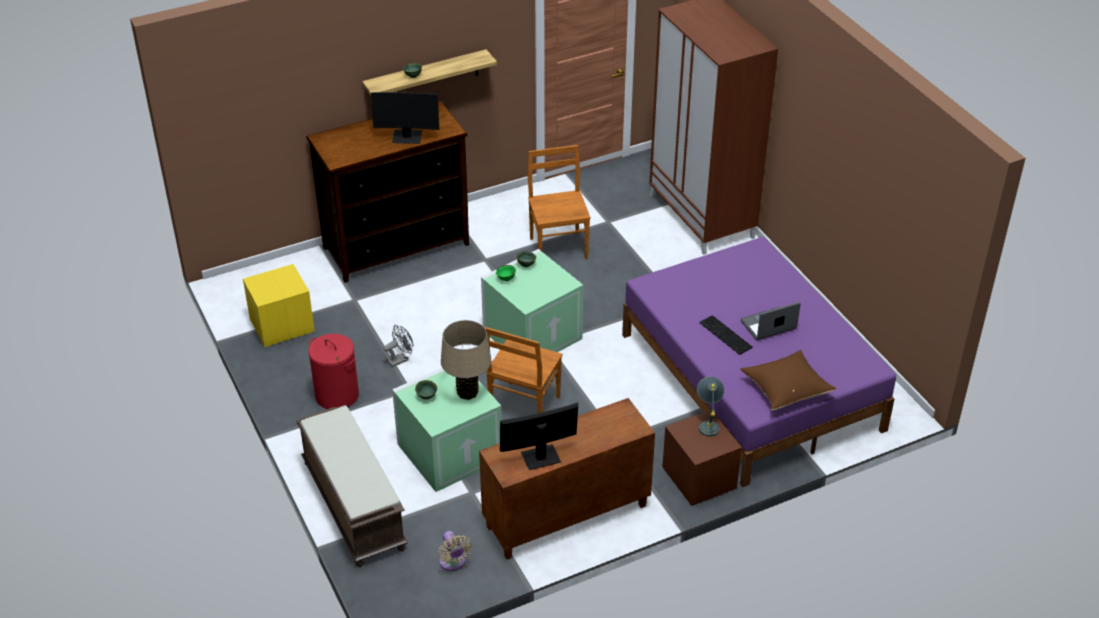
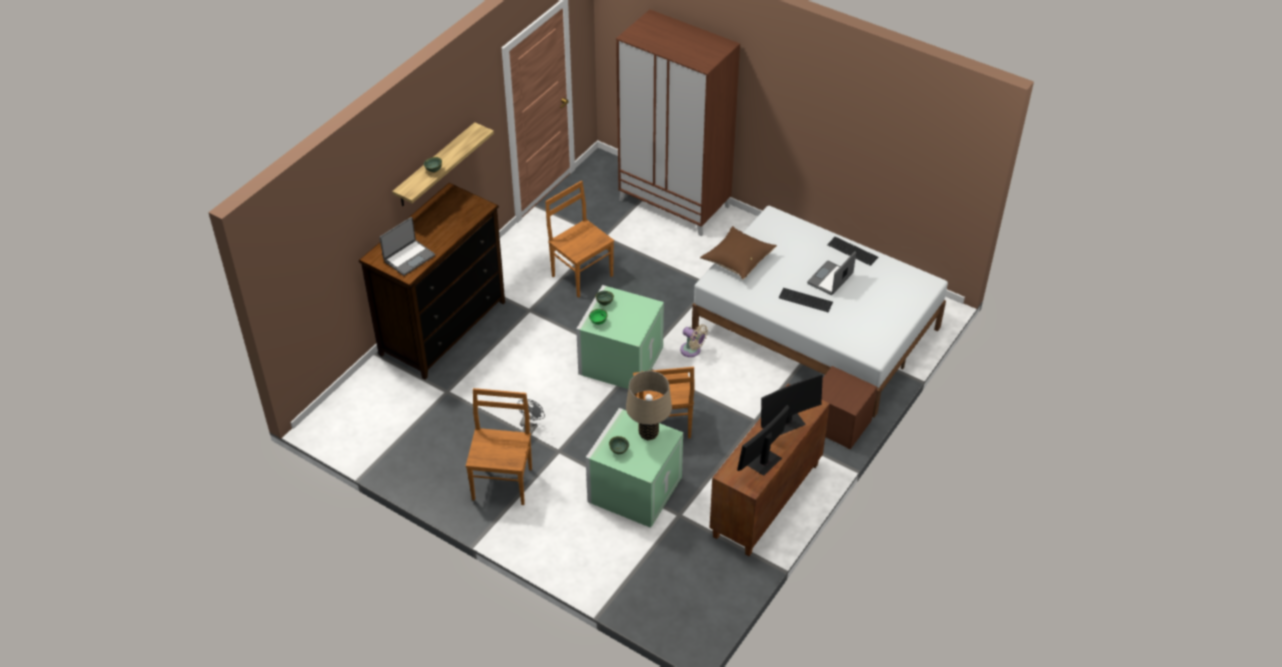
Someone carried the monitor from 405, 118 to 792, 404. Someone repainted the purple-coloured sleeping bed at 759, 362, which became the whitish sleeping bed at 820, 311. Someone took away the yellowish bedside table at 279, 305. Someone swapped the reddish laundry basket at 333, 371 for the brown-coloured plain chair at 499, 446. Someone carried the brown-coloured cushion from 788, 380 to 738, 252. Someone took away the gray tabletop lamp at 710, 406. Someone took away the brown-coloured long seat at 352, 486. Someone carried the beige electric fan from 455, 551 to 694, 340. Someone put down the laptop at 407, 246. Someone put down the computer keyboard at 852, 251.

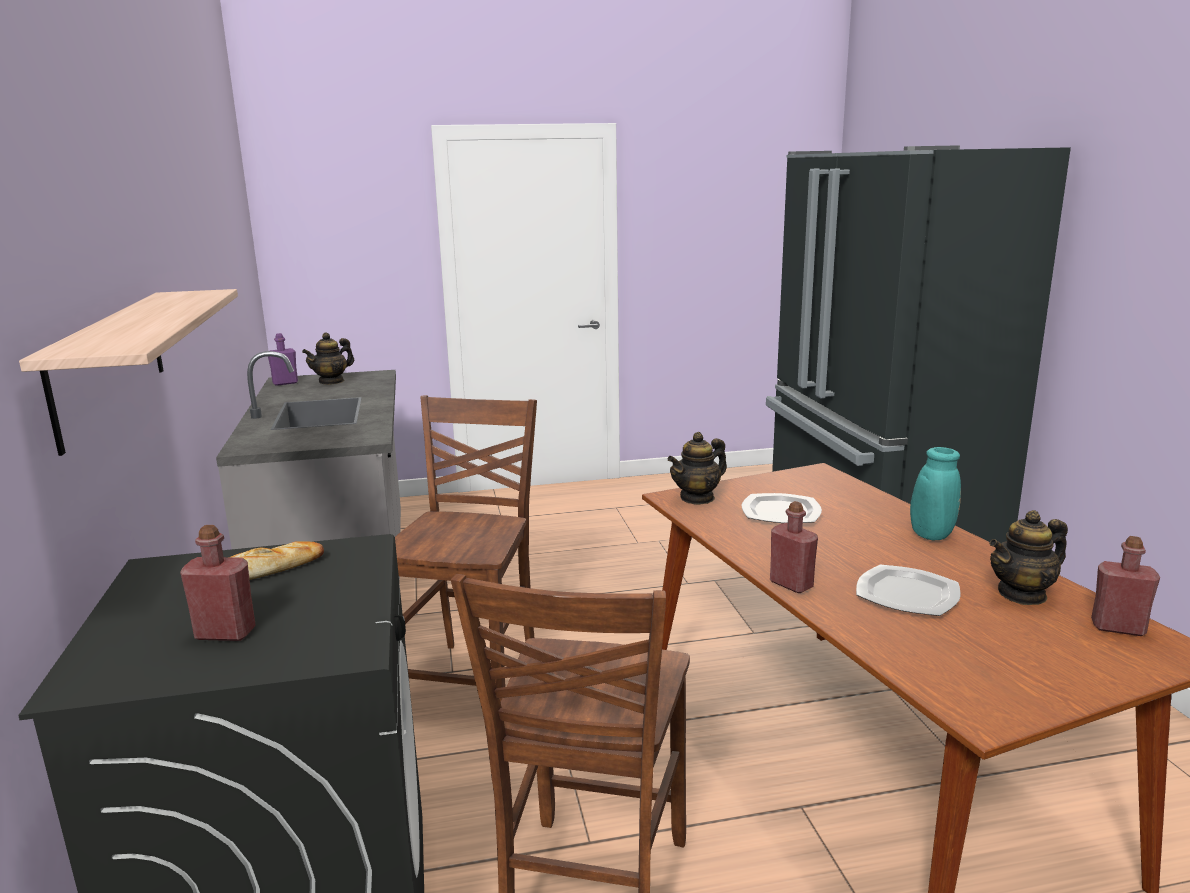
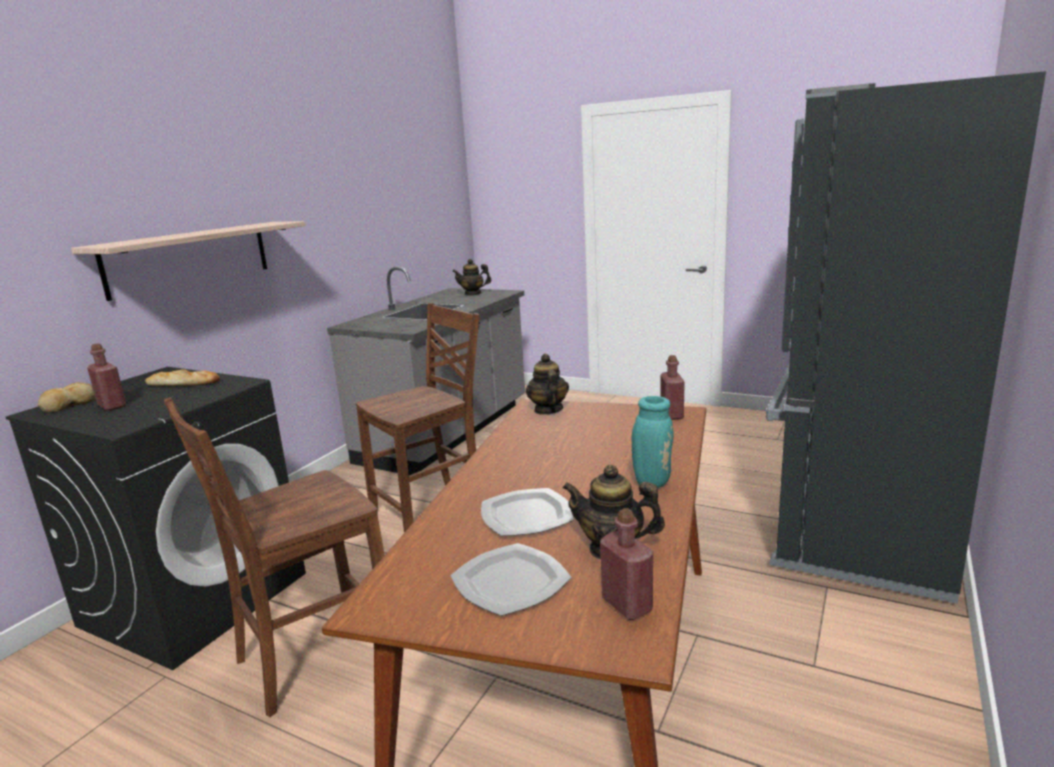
Someone took away the purple-coloured beverage bottle at 283, 359. Someone rotated the teapot at 697, 468 by 75 degrees clockwise. Someone carried the dinner plate from 782, 508 to 511, 579. Someone carried the reddish beverage bottle from 794, 547 to 672, 387. Someone put down the baked bread at 67, 397.

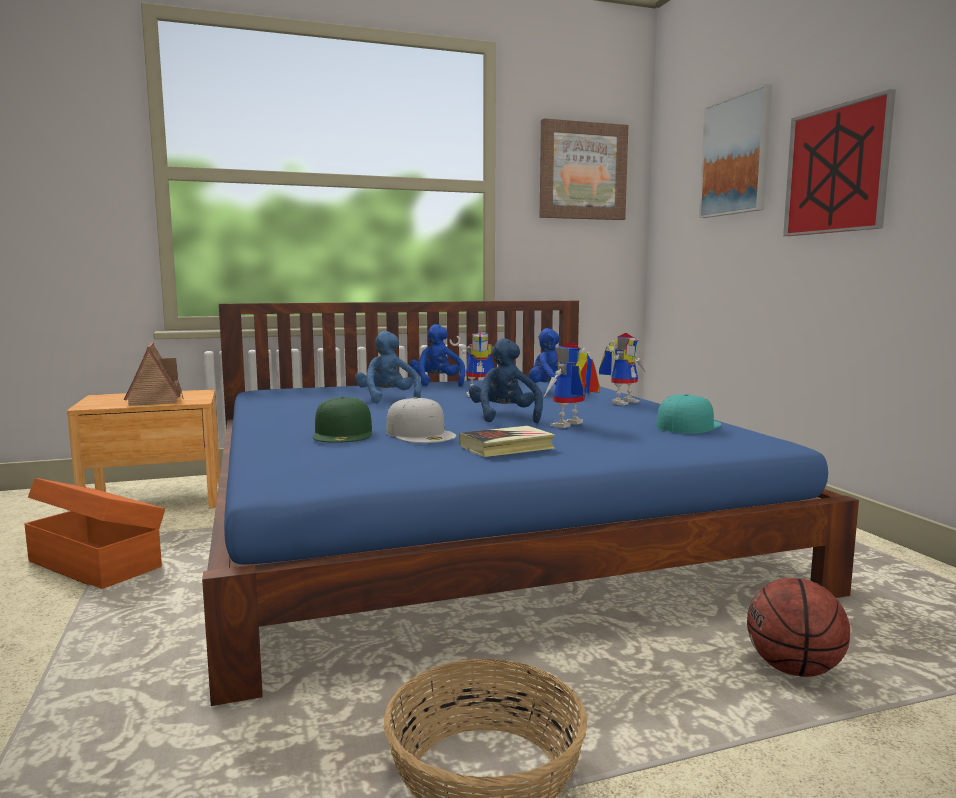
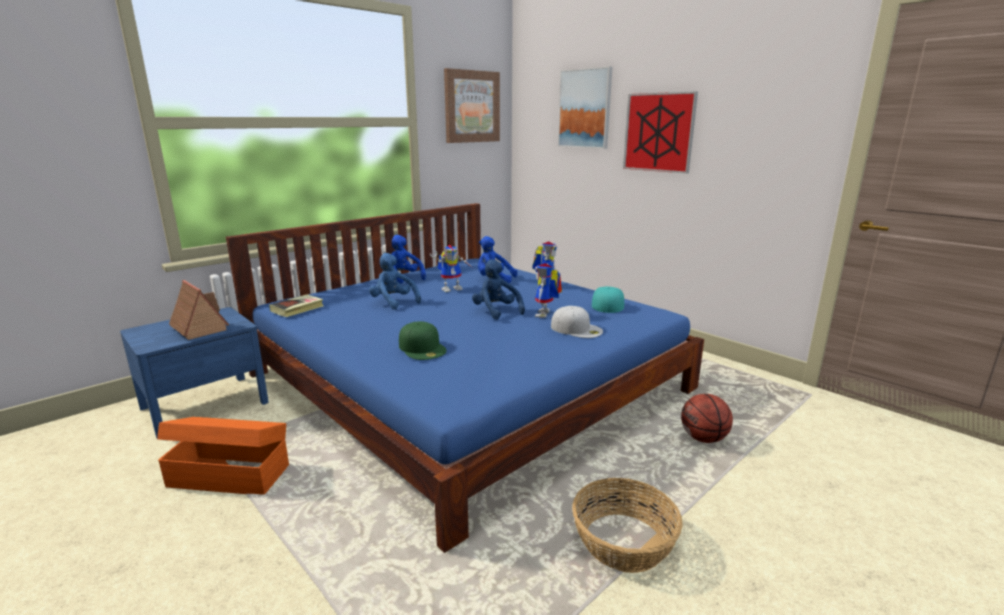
Someone repainted the brown-coloured bedside table at 143, 449, which became the blue bedside table at 194, 372. Someone carried the whitish peaked cap from 421, 420 to 577, 322. Someone carried the volume from 507, 441 to 296, 305.

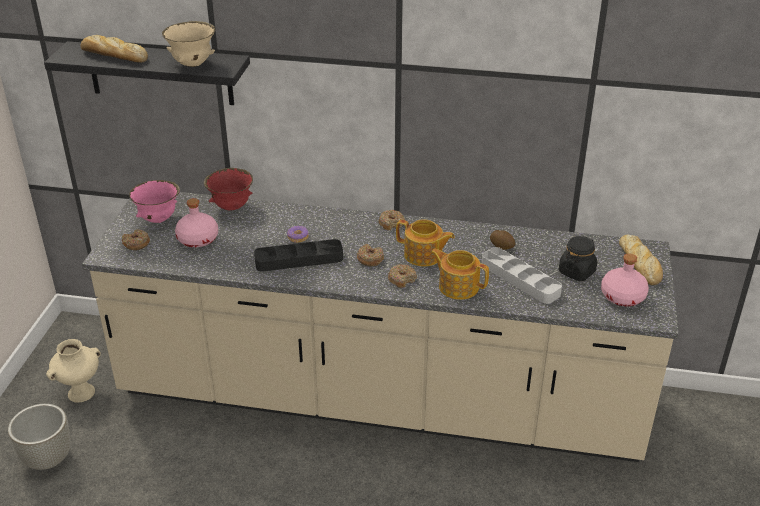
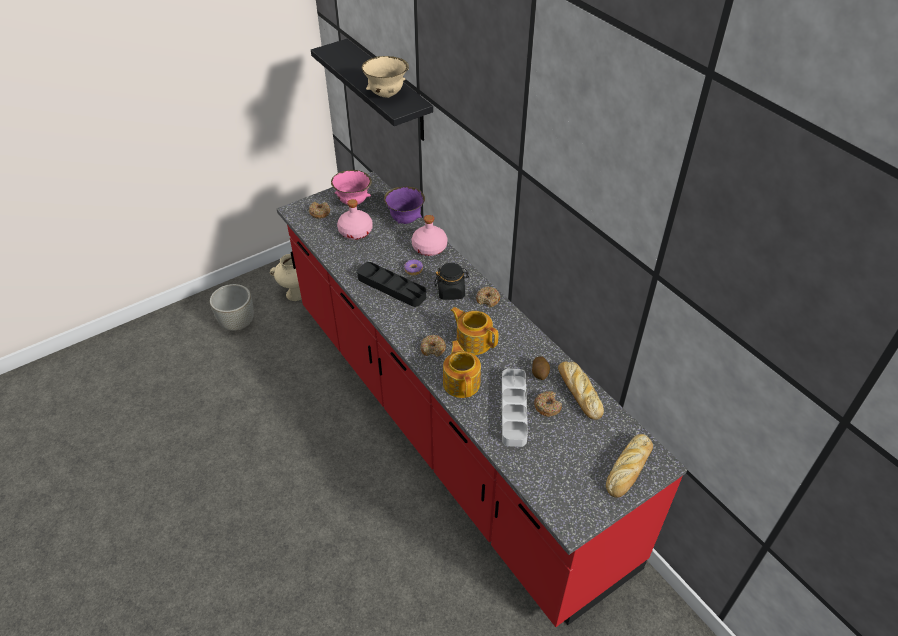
Someone carried the baked bread from 114, 49 to 581, 391. Someone repainted the reddish bowl at 228, 189, which became the purple-coloured bowl at 404, 205. Someone repainted the beige counter at 380, 327, which became the reddish counter at 482, 399. Someone rotated the teapot at 425, 243 by 150 degrees clockwise. Someone carried the black-coloured storage jar from 578, 258 to 451, 281. Someone carried the ring doughnut from 370, 255 to 548, 404. Someone carried the pinkish beverage bottle from 625, 280 to 429, 235.

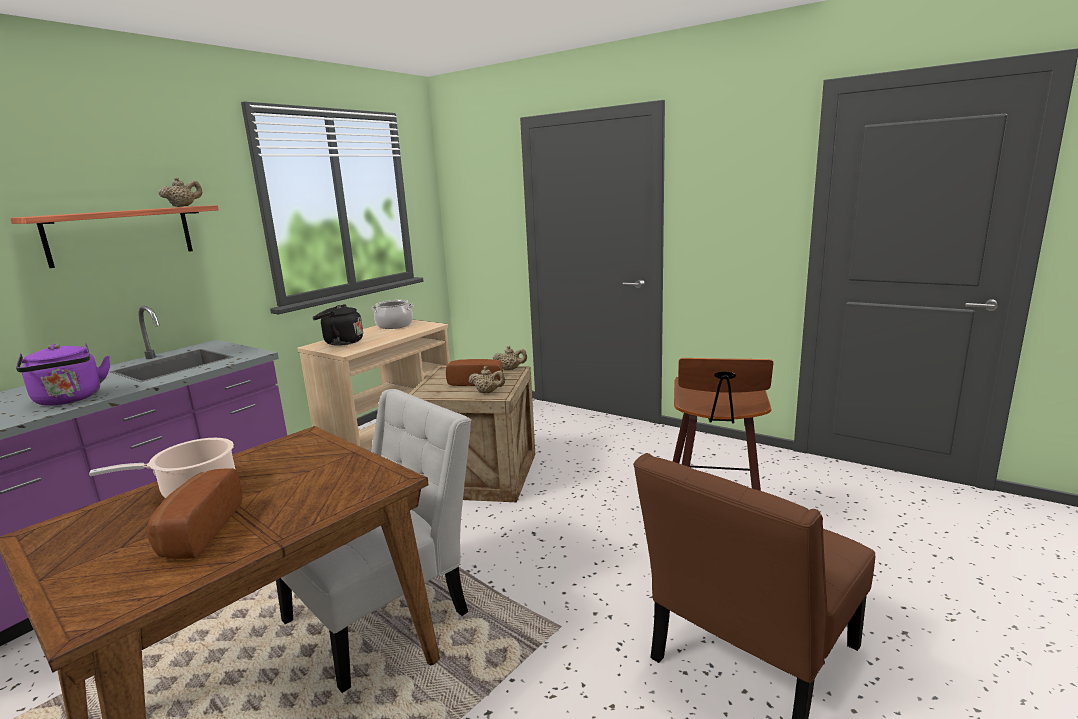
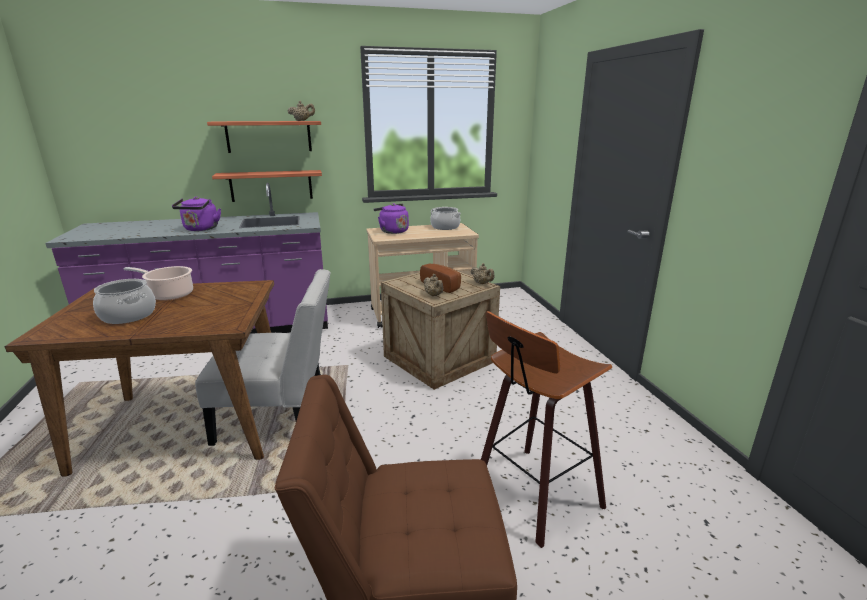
Someone repainted the black-coloured water kettle at 337, 325, which became the purple-coloured water kettle at 391, 218. Someone swapped the baked bread at 195, 513 for the cooking pot at 124, 301. Someone put up the bracket shelf at 267, 186.

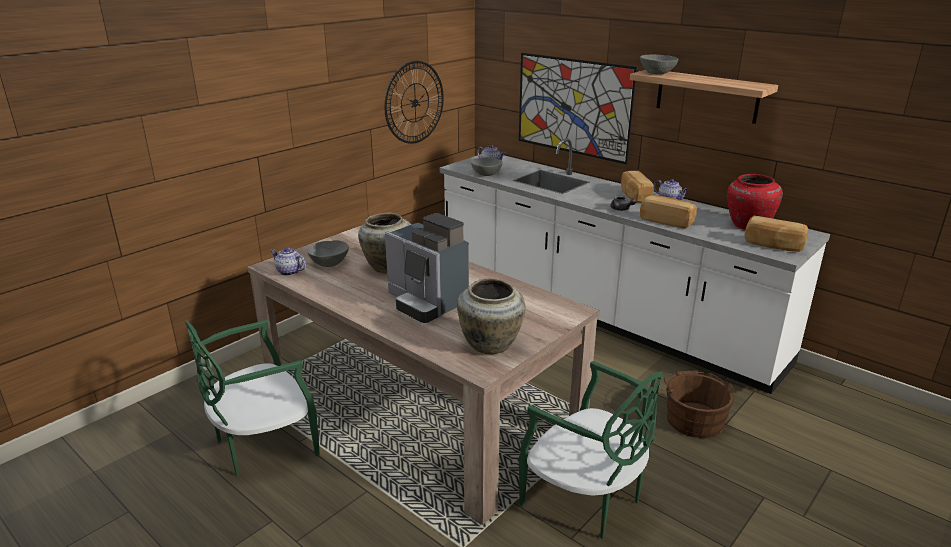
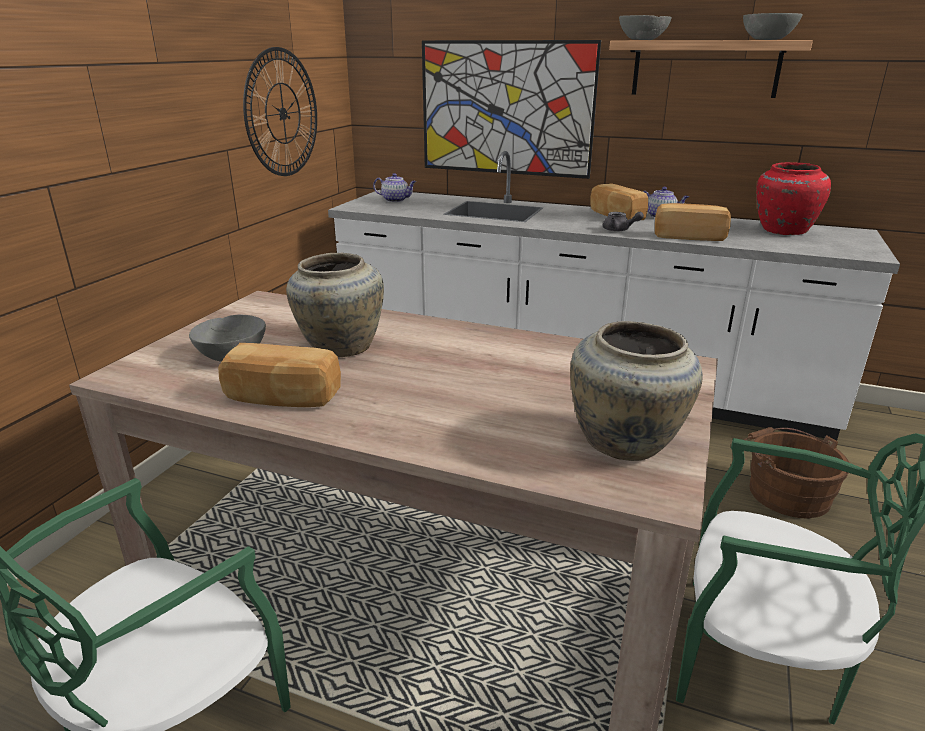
Someone carried the gray bowl from 487, 167 to 773, 26. Someone took away the coffee brewer at 427, 268. Someone carried the baked bread from 776, 234 to 279, 375. Someone took away the teapot at 288, 261.

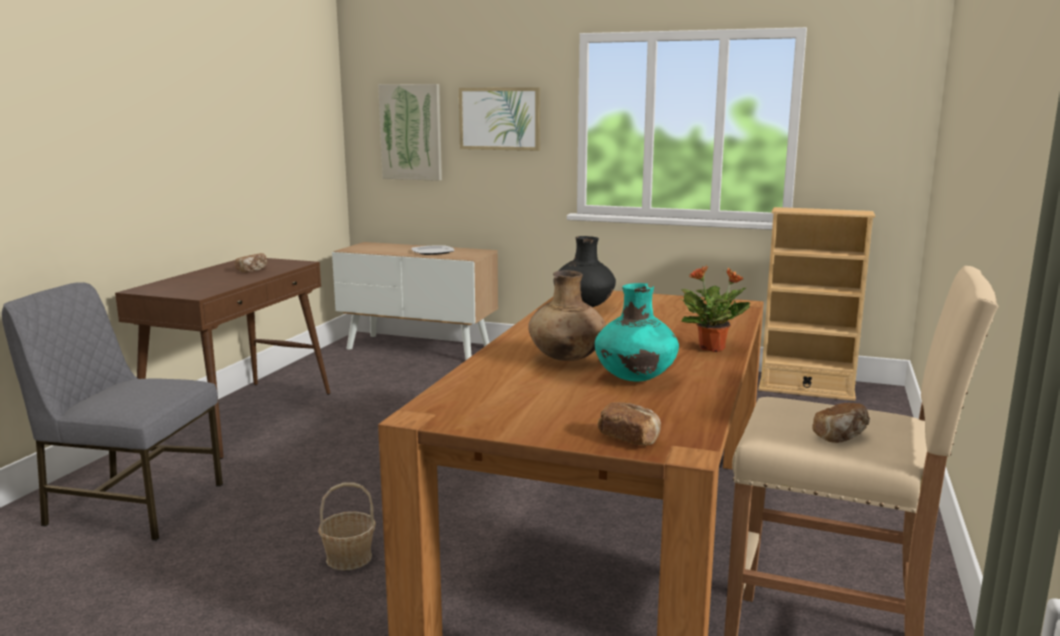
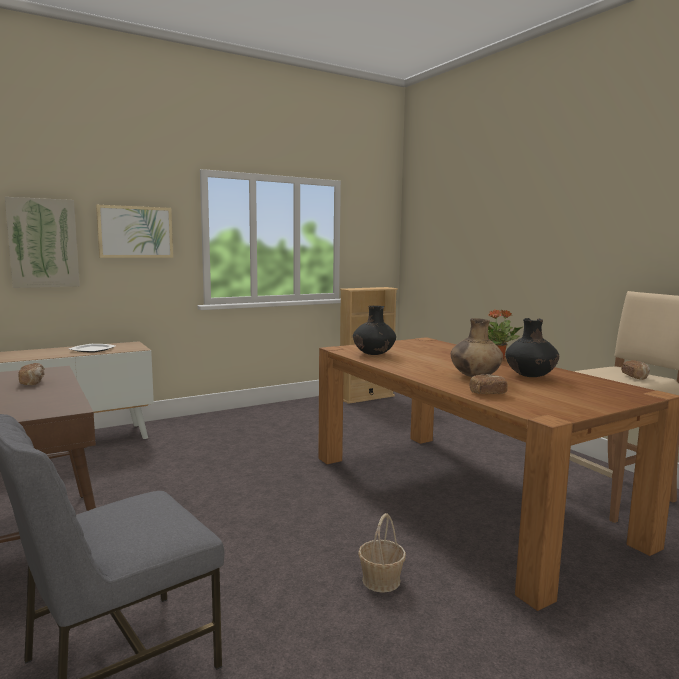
Someone repainted the blue-green vase at 637, 332, which became the black-coloured vase at 532, 347. Someone carried the baked bread from 629, 424 to 489, 384.

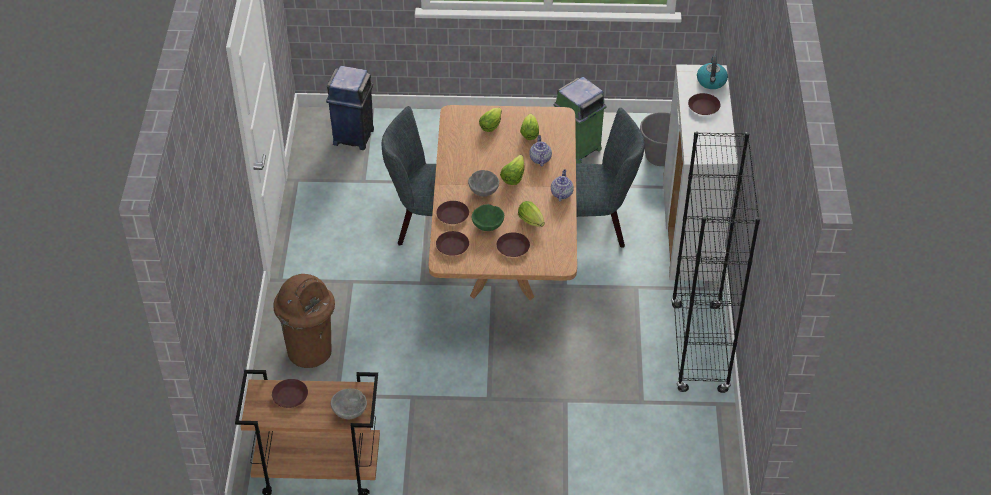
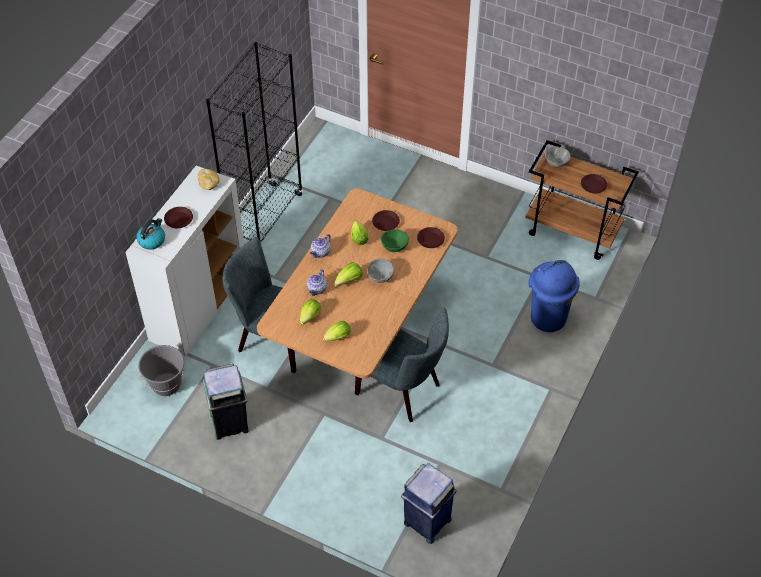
Someone took away the brown-coloured dinner plate at 452, 212. Someone repainted the brown-coloured trash can at 304, 321, which became the blue trash can at 554, 296. Someone put down the baked bread at 208, 179.

